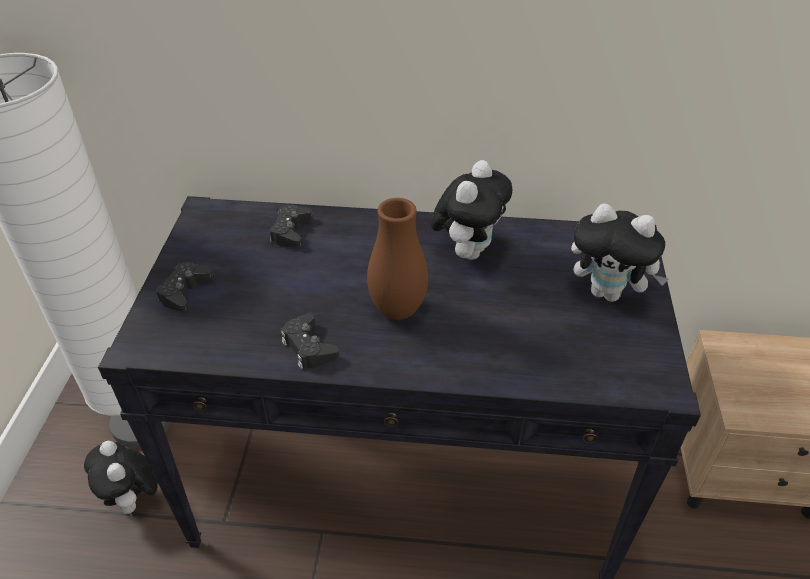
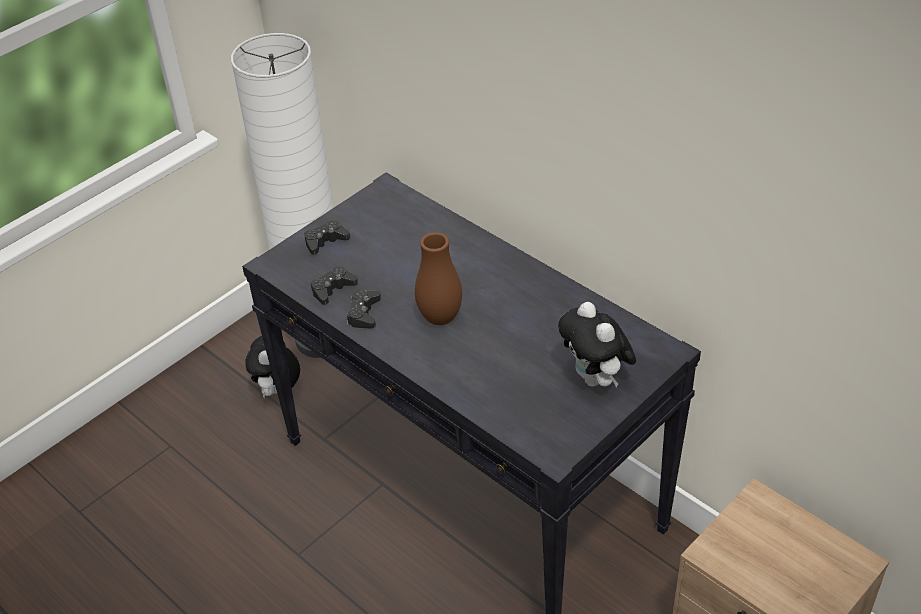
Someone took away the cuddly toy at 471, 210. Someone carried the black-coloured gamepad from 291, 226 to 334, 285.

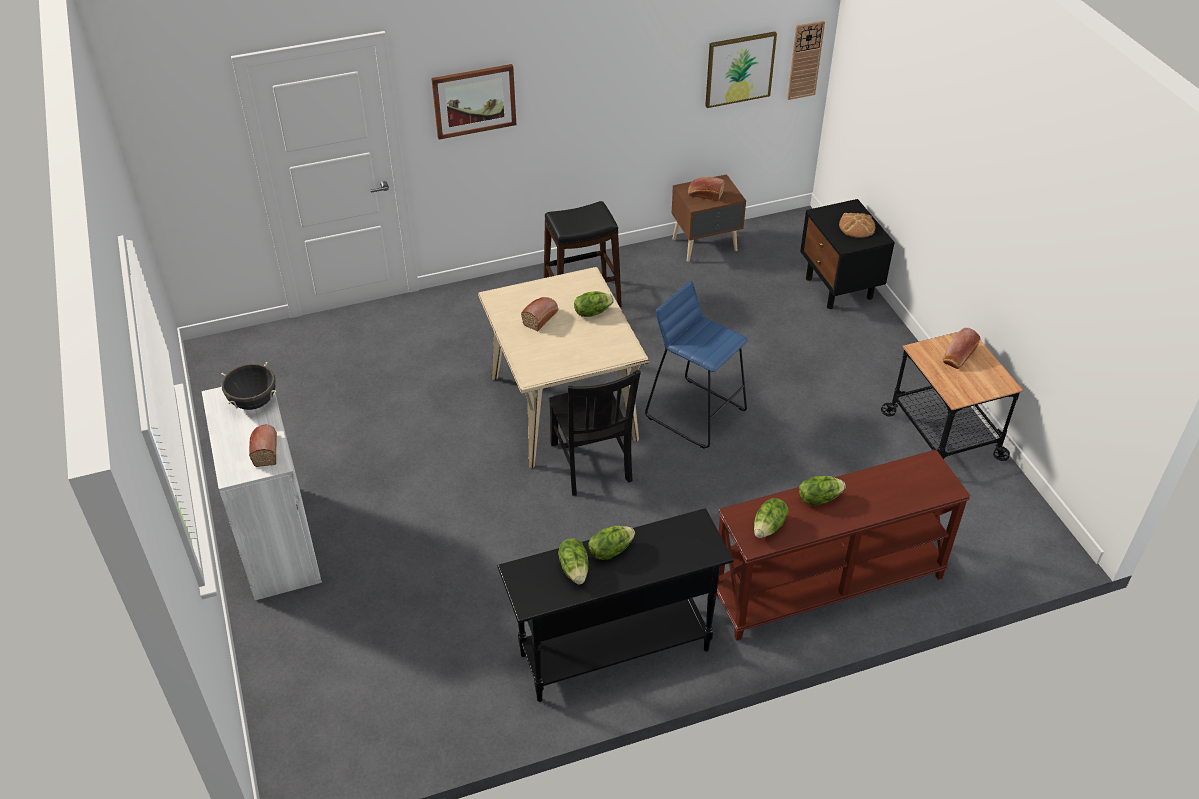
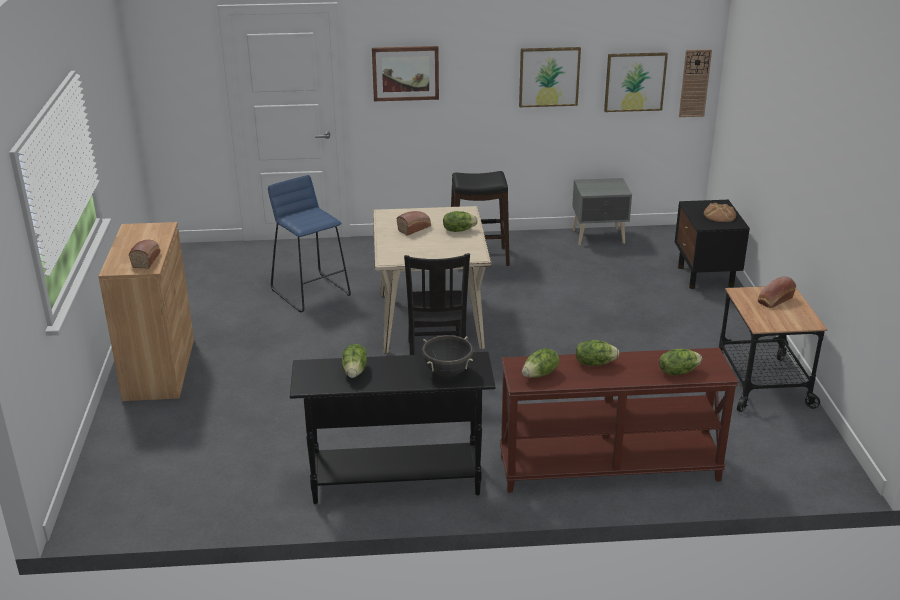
Someone repainted the brown-coloured bedside table at 709, 218, which became the gray bedside table at 602, 211. Someone took away the baked bread at 706, 189. Someone carried the blue sitting stool from 696, 365 to 309, 244. Someone carried the black-coloured cooking pot from 248, 386 to 447, 355. Someone repainted the whitish cupboard at 262, 493, which became the brown-coloured cupboard at 146, 311. Someone carried the head of lettuce from 611, 543 to 680, 362. Someone put up the picture at 550, 77.

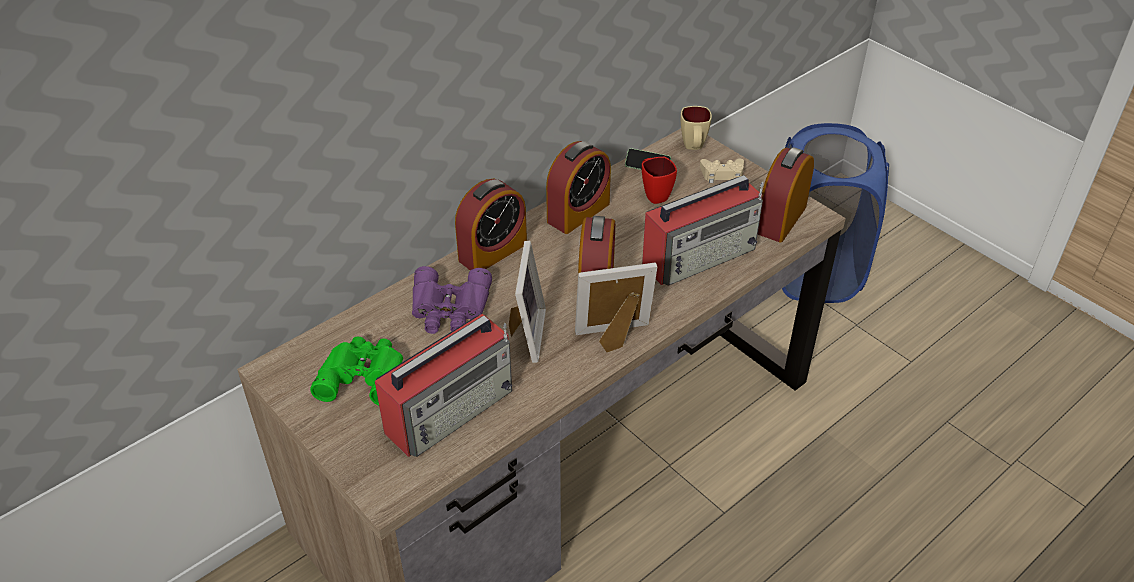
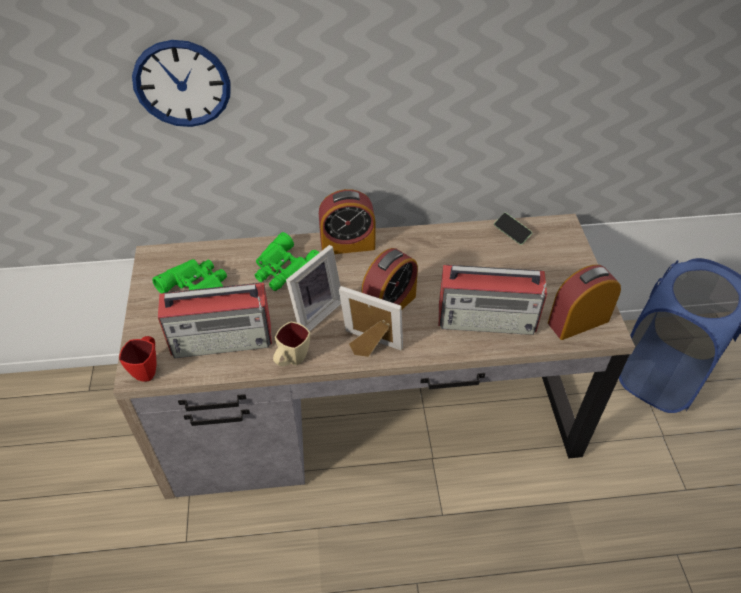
Someone carried the beige mug from 696, 128 to 291, 344. Someone took away the table clock at 578, 187. Someone carried the reddish mug from 659, 180 to 137, 359. Someone took away the beige gamepad at 722, 171. Someone repainted the purple-coloured binoculars at 452, 300, which became the green binoculars at 287, 261. Someone put up the wall clock at 181, 83.

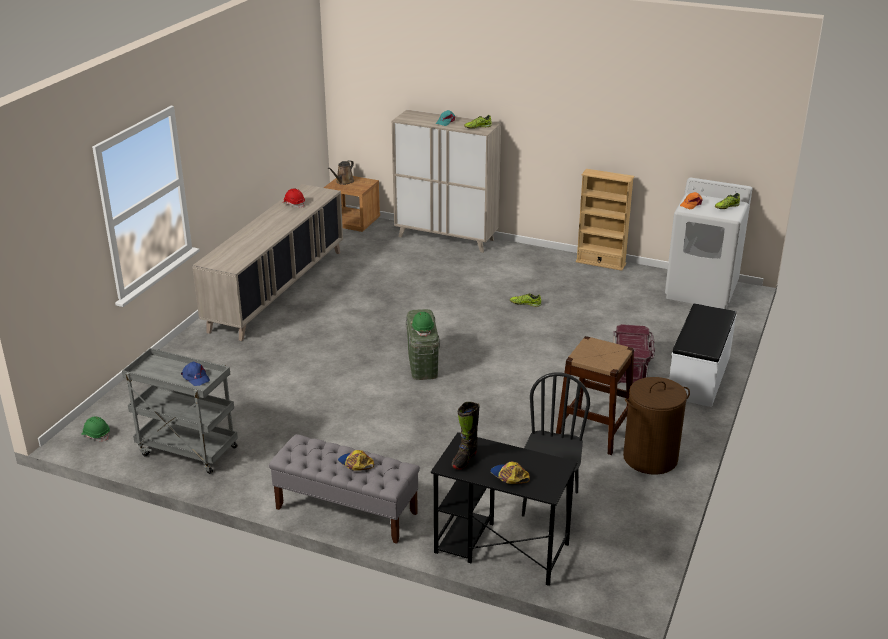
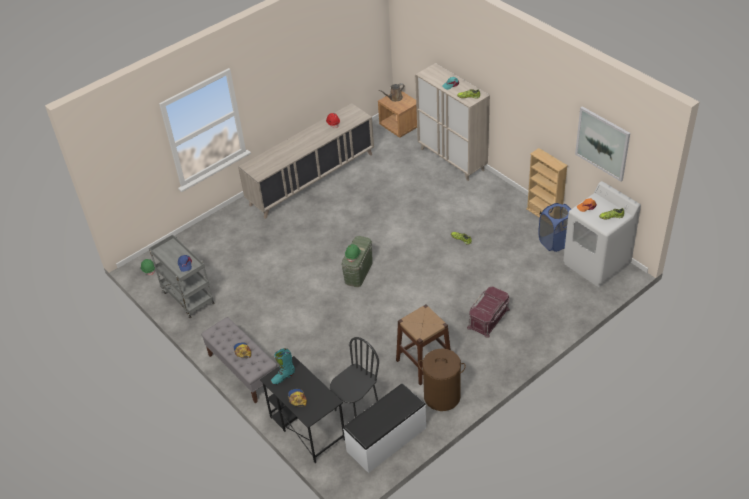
Someone carried the whitish long seat from 702, 355 to 384, 428. Someone repainted the black-coloured tall boot at 466, 436, which became the blue-green tall boot at 283, 366. Someone put up the picture at 602, 143. Someone put down the blue laundry basket at 554, 227.

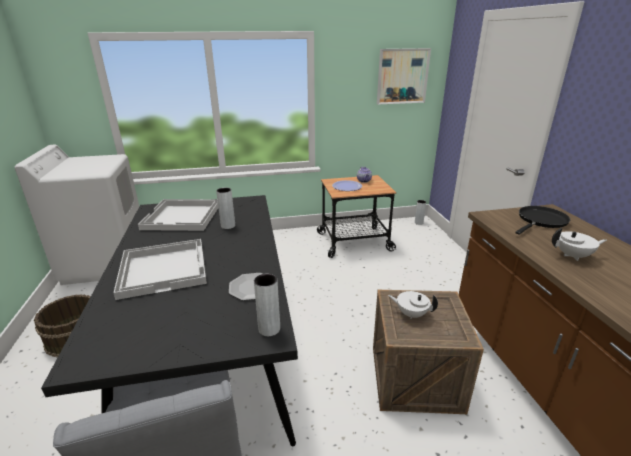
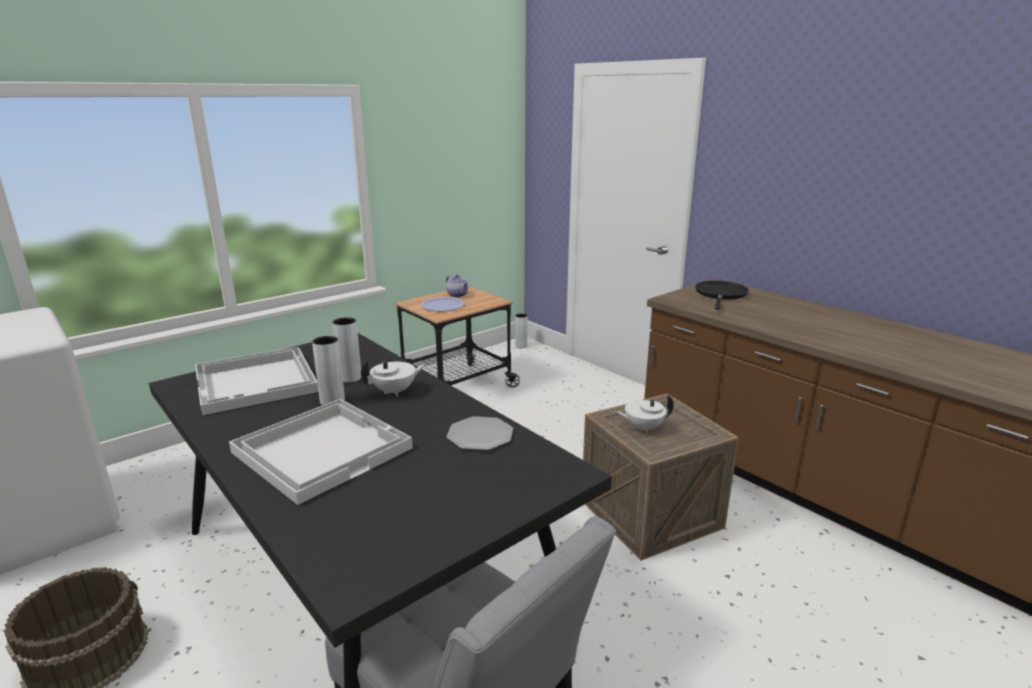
Someone took away the picture at 404, 76. Someone carried the whitish teapot from 579, 244 to 393, 378. Someone carried the gray vase from 267, 305 to 328, 370.

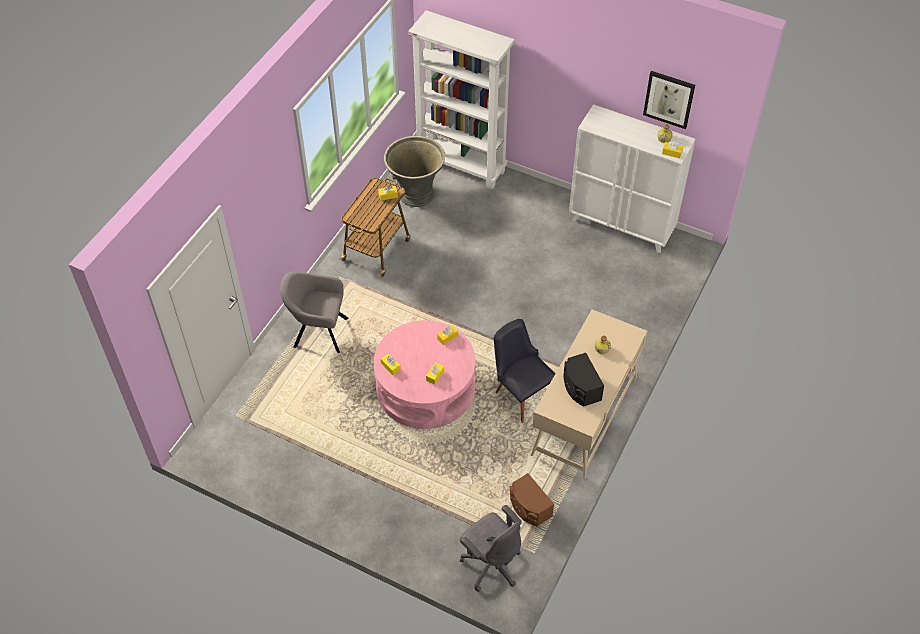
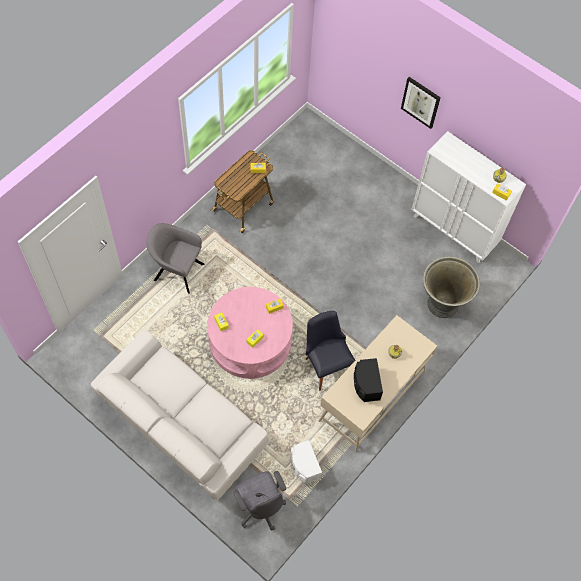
Someone took away the whitish shelving unit at 461, 99. Someone carried the picture from 669, 100 to 421, 103. Someone carried the gray planter from 414, 171 to 451, 287. Someone repainted the brown-coloured audio speaker at 532, 500, which became the whitish audio speaker at 306, 462. Someone put down the whitish couch at 181, 415.

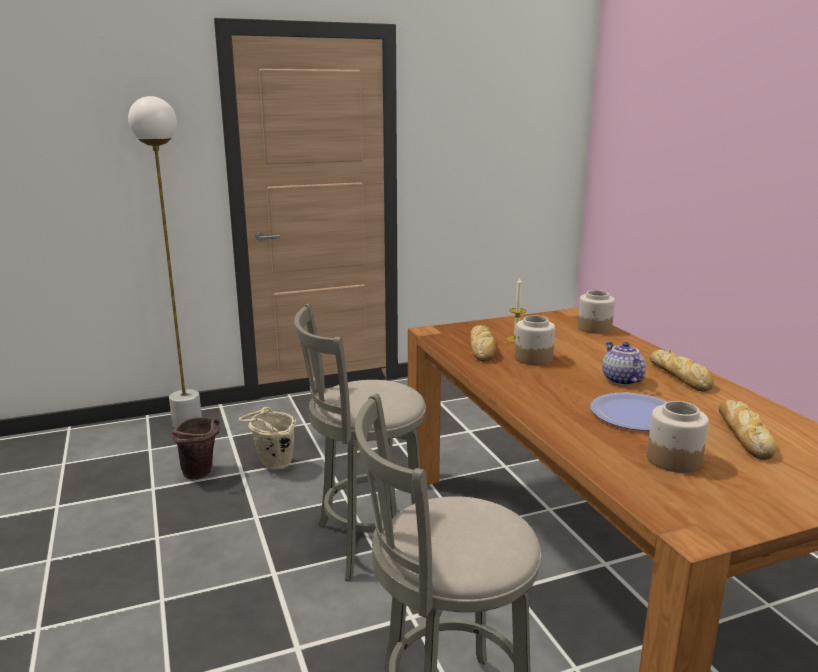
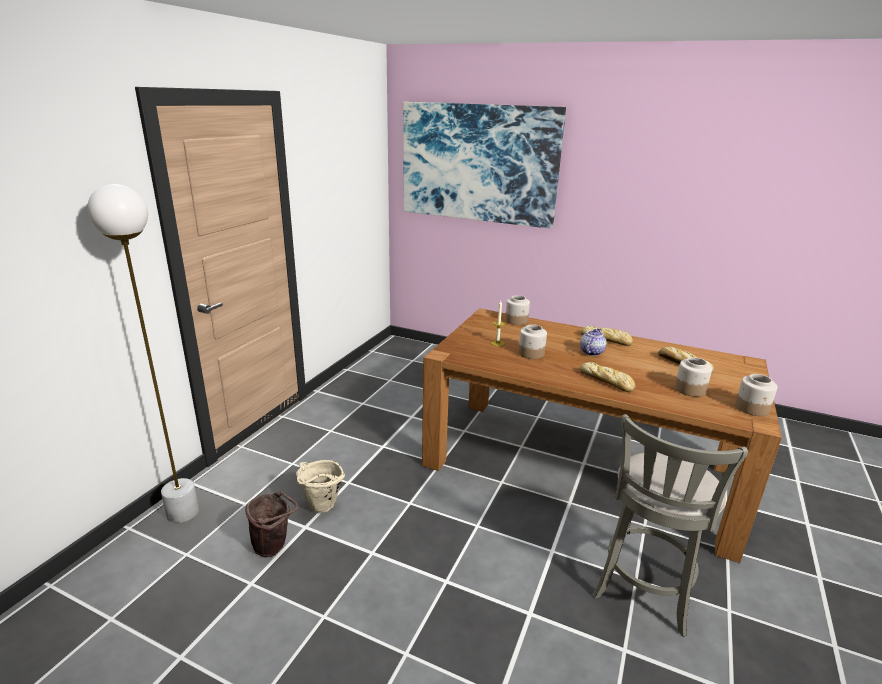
Someone took away the gray sitting stool at 360, 442. Someone carried the baked bread from 483, 343 to 607, 377. Someone rotated the teapot at 623, 363 by 90 degrees clockwise. Someone took away the dinner plate at 628, 412. Someone put up the picture at 484, 165. Someone put down the storage jar at 756, 395.

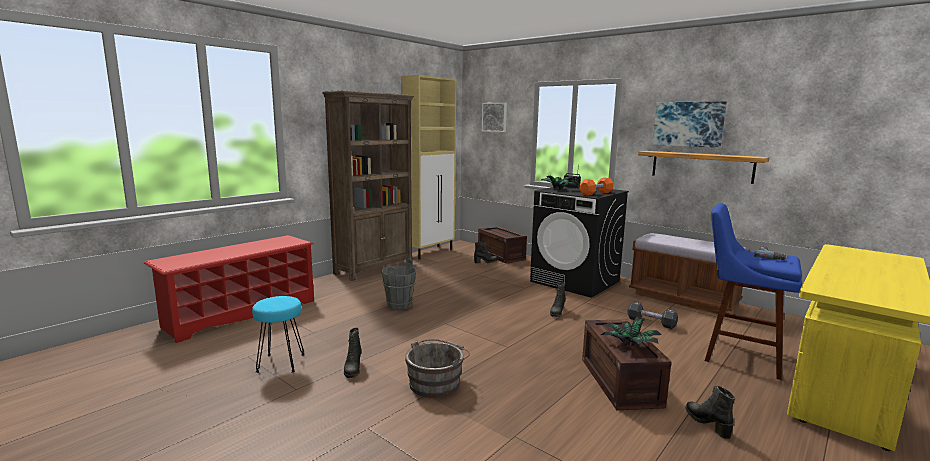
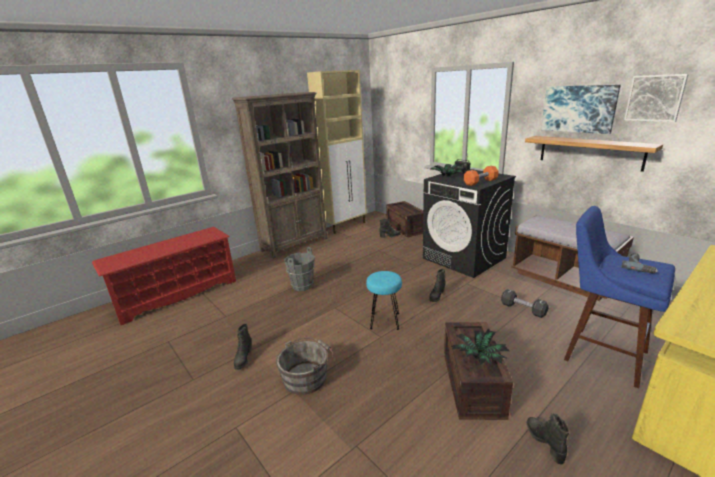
Someone carried the picture from 494, 117 to 656, 98. Someone carried the blue-green sitting stool from 278, 334 to 384, 300.

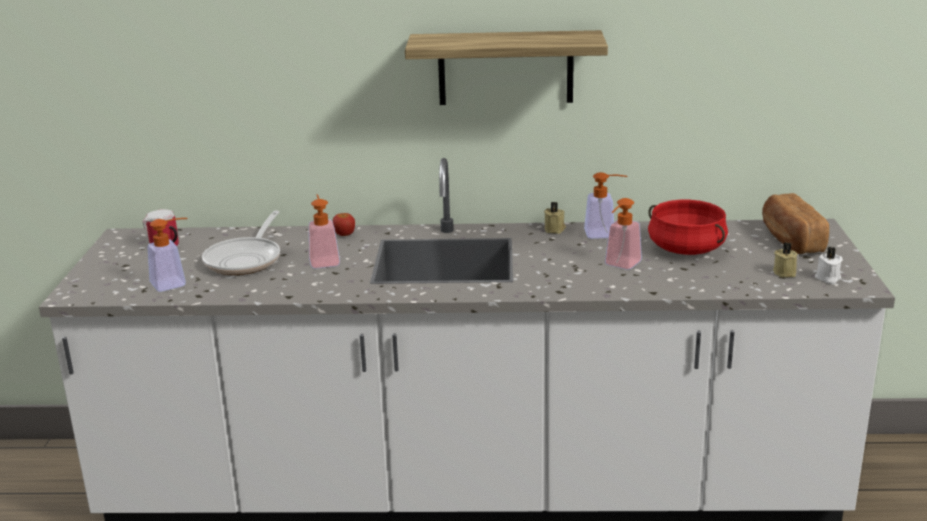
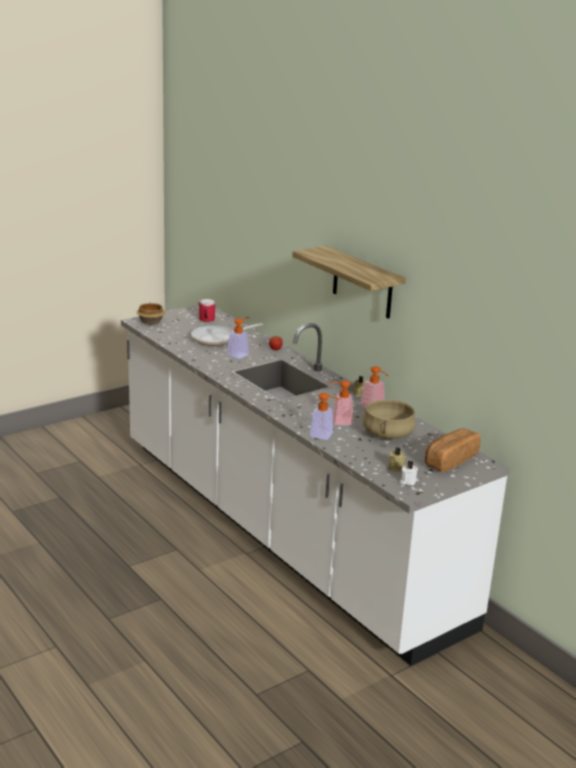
Someone repainted the reddish cooking pot at 688, 227, which became the beige cooking pot at 389, 419. Someone carried the soap dispenser from 167, 255 to 326, 416. Someone put down the bowl at 151, 314.

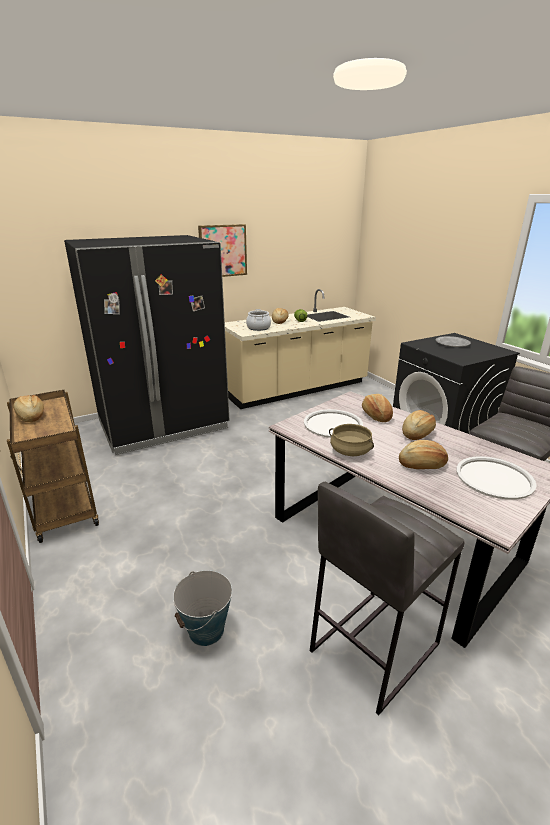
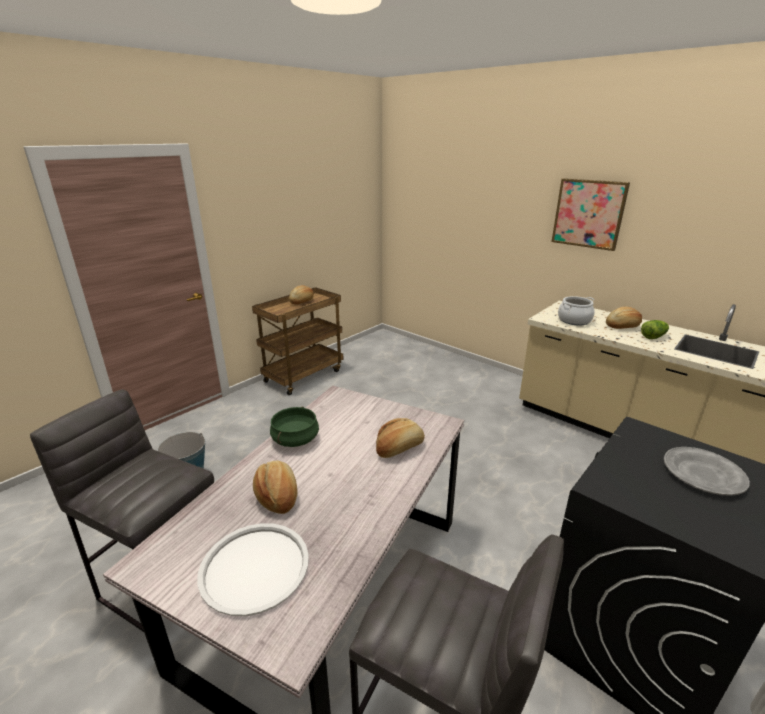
Someone took away the black-coloured kitchen fridge at 147, 345. Someone took away the whitish carrying tray at 333, 423. Someone took away the baked bread at 419, 425. Someone repainted the beige cooking pot at 351, 440, which became the green cooking pot at 294, 427.

